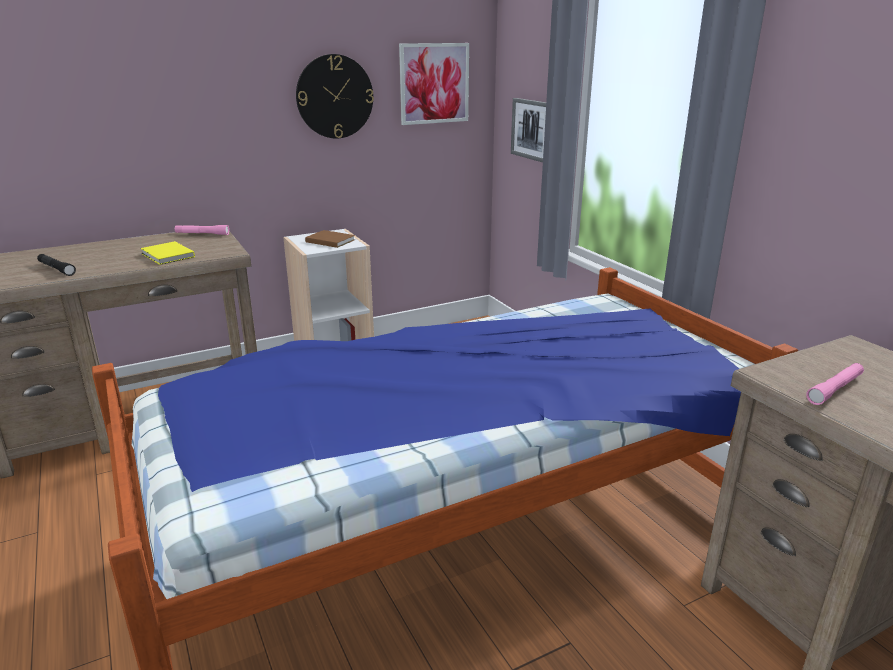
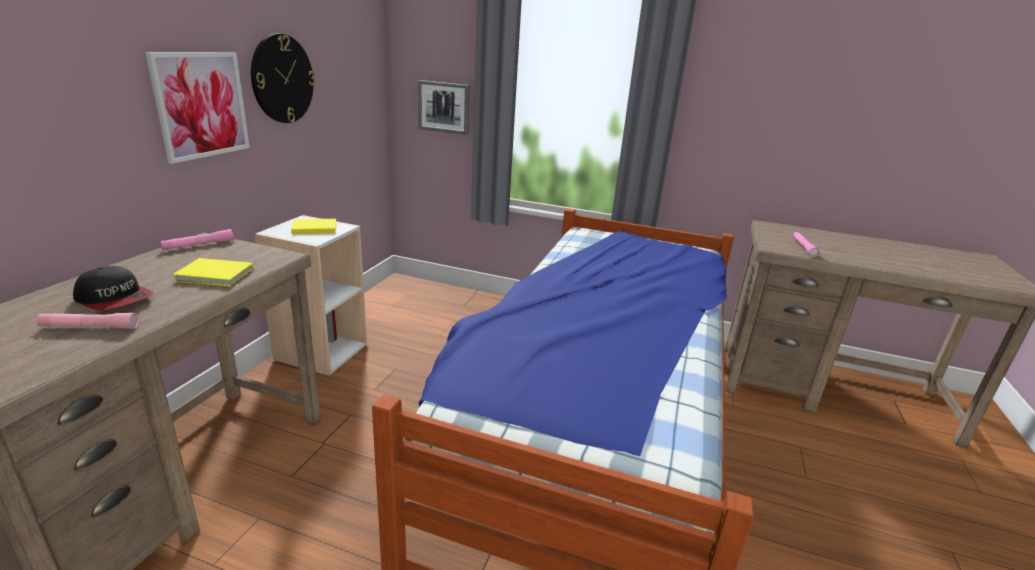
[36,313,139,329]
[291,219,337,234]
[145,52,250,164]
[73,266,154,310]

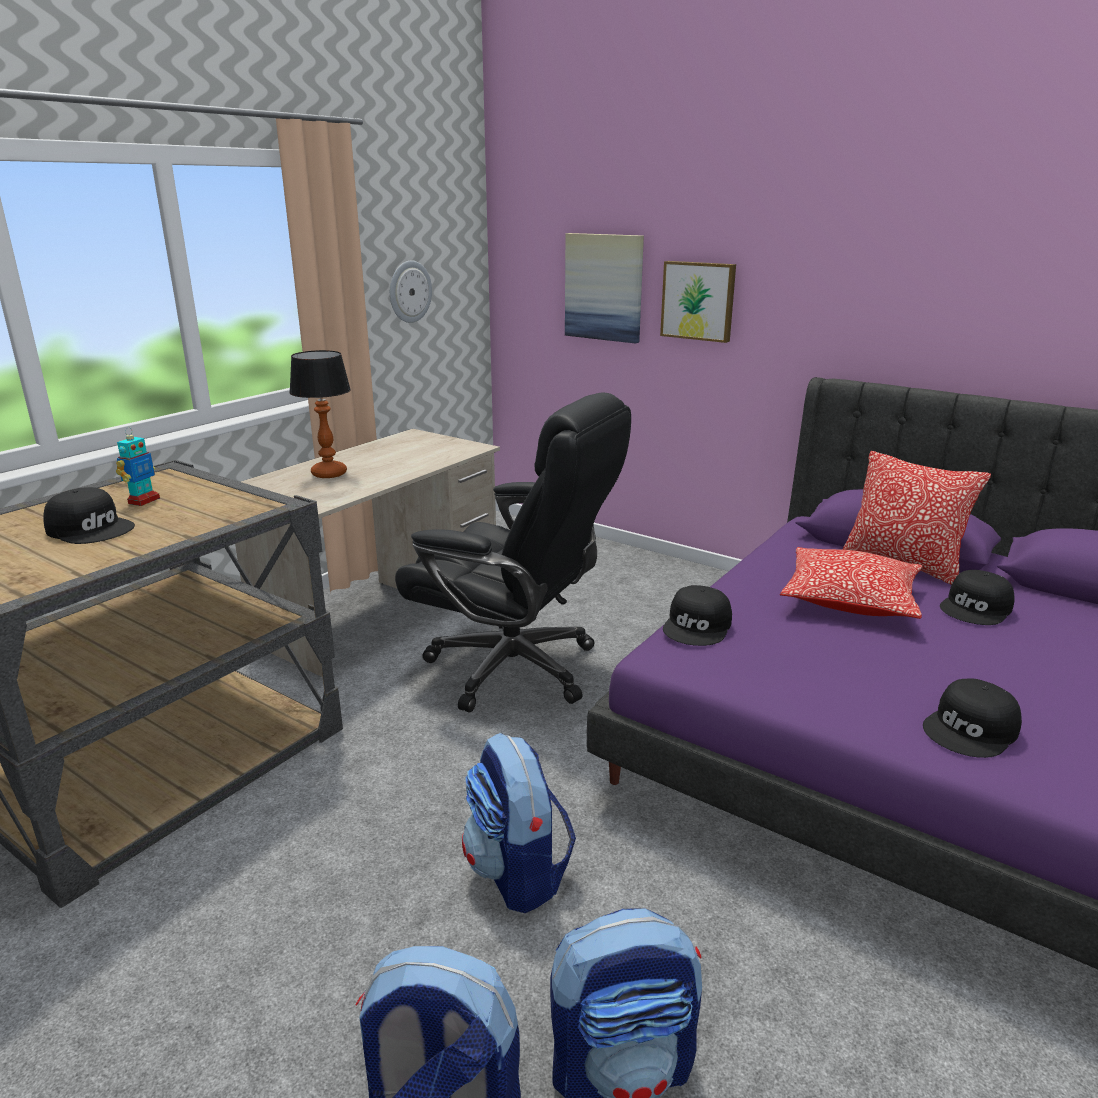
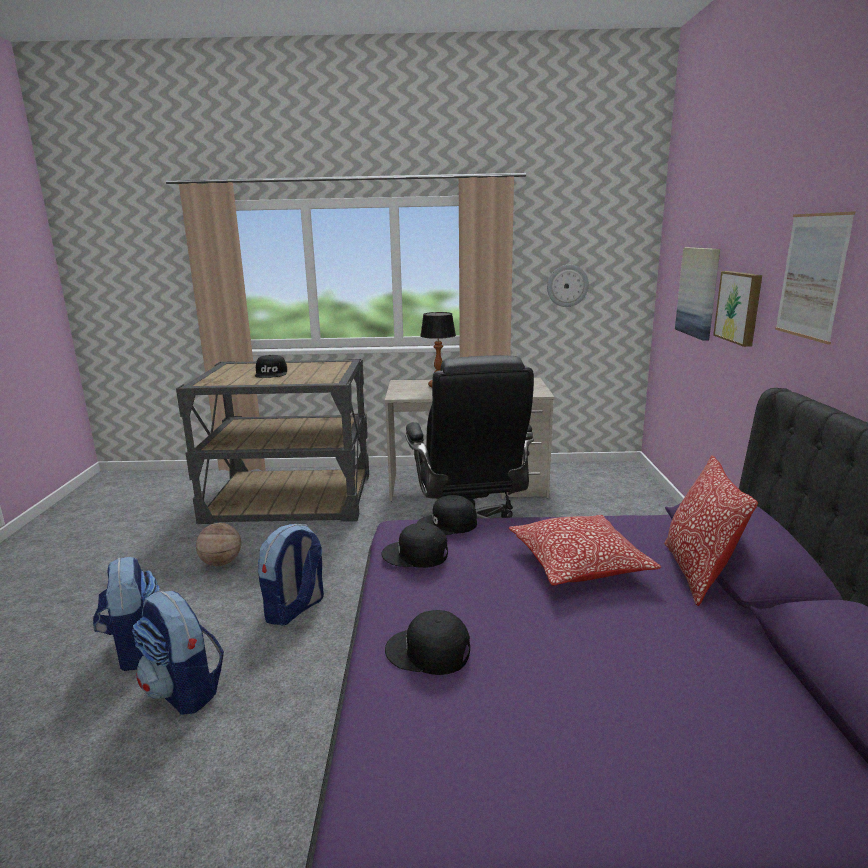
[116,427,160,506] (first image)
[381,523,448,568]
[196,523,241,566]
[775,211,856,345]

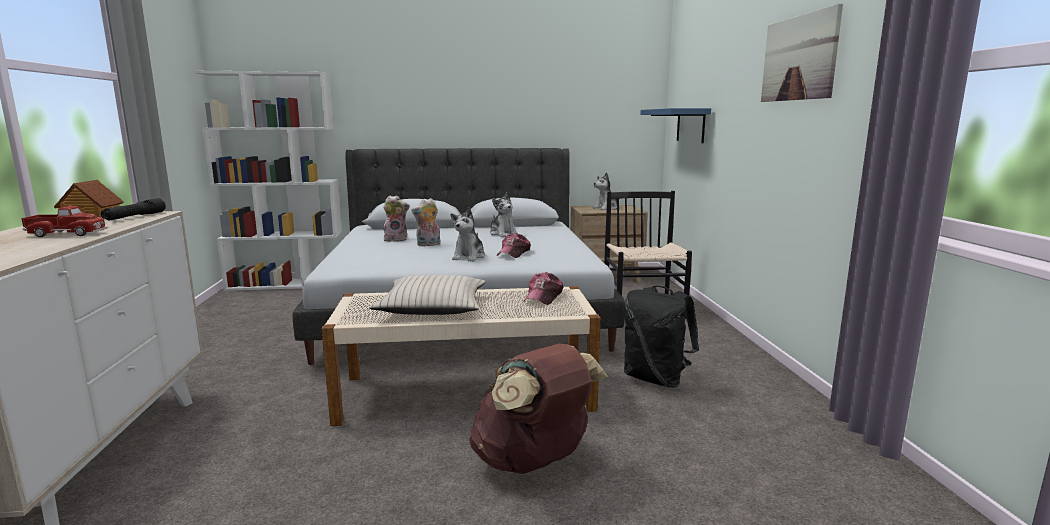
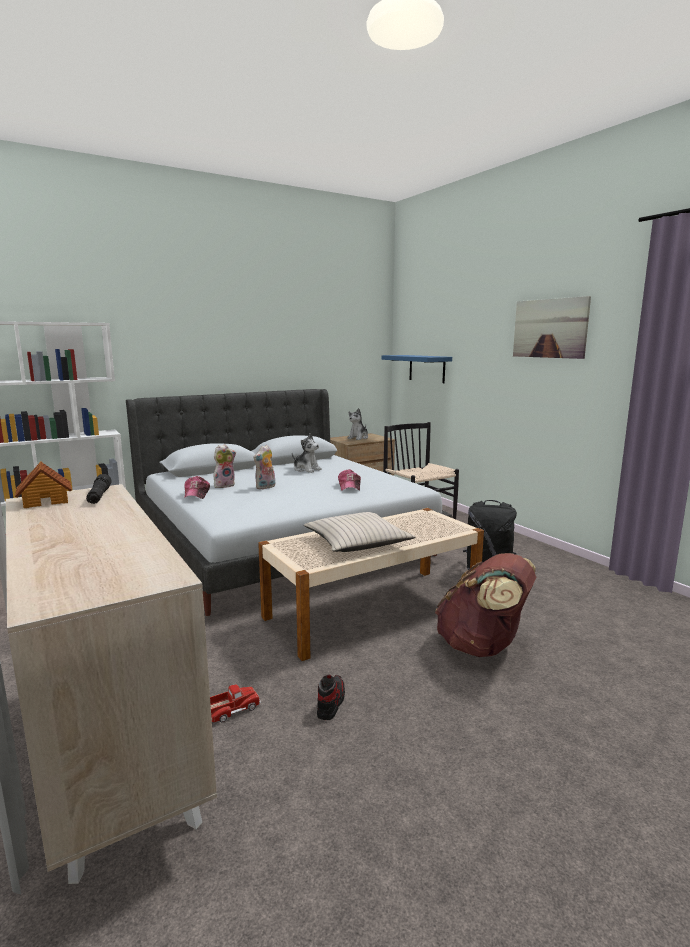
[210,684,261,722]
[451,208,485,261] (first image)
[184,476,210,499]
[317,675,345,720]

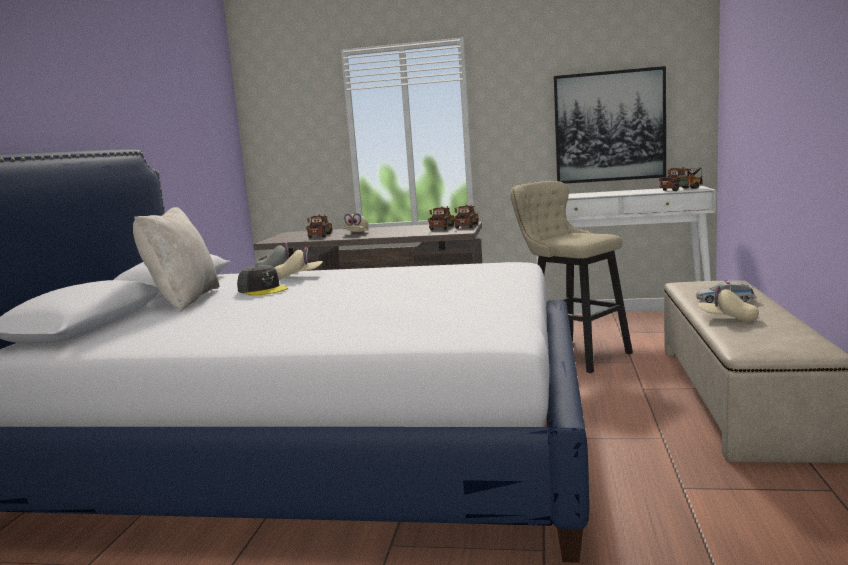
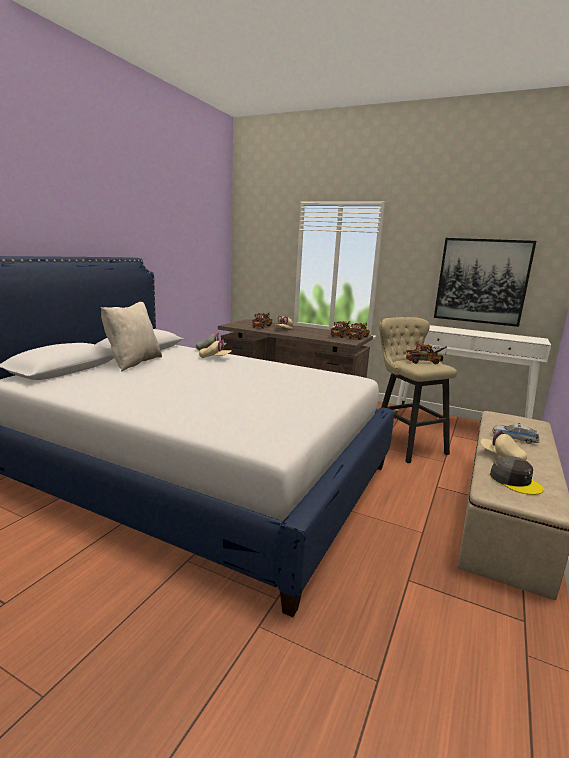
[490,456,544,495]
[406,344,447,364]

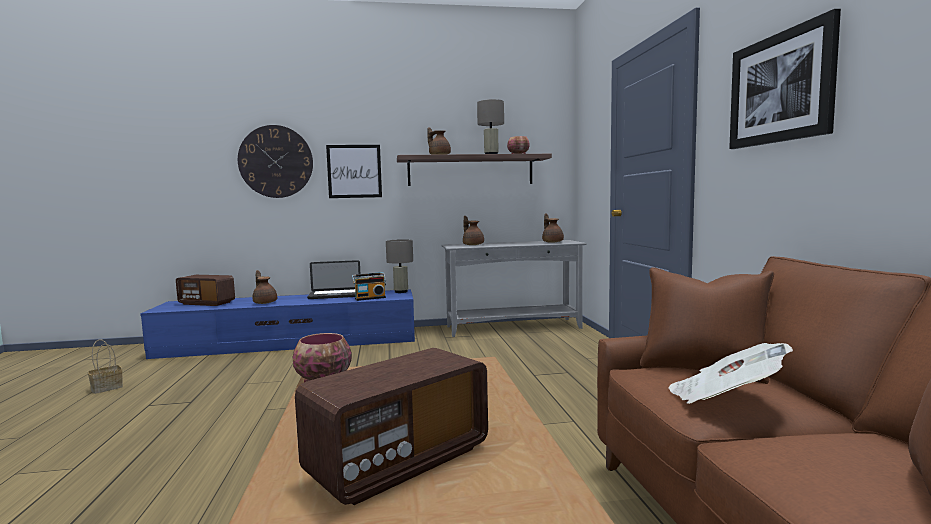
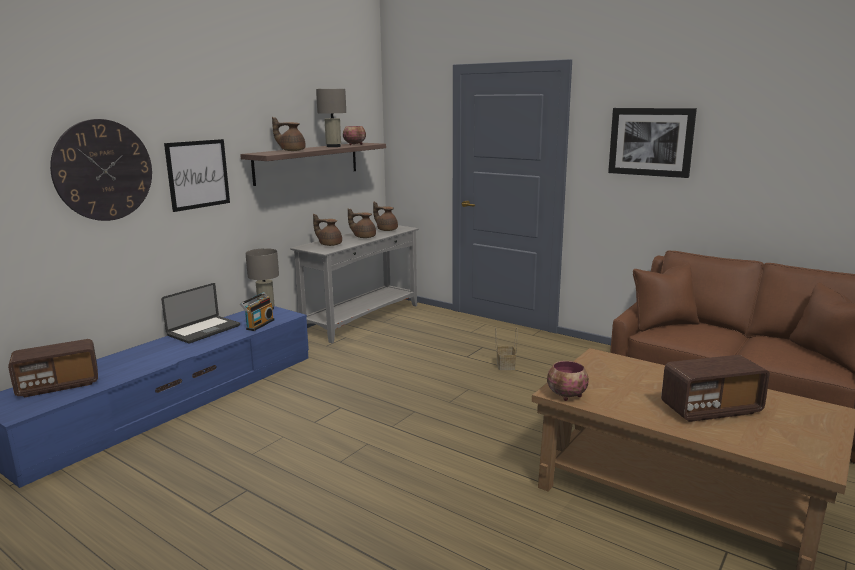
[495,327,517,370]
[348,208,376,238]
[661,355,770,422]
[668,343,793,404] (first image)

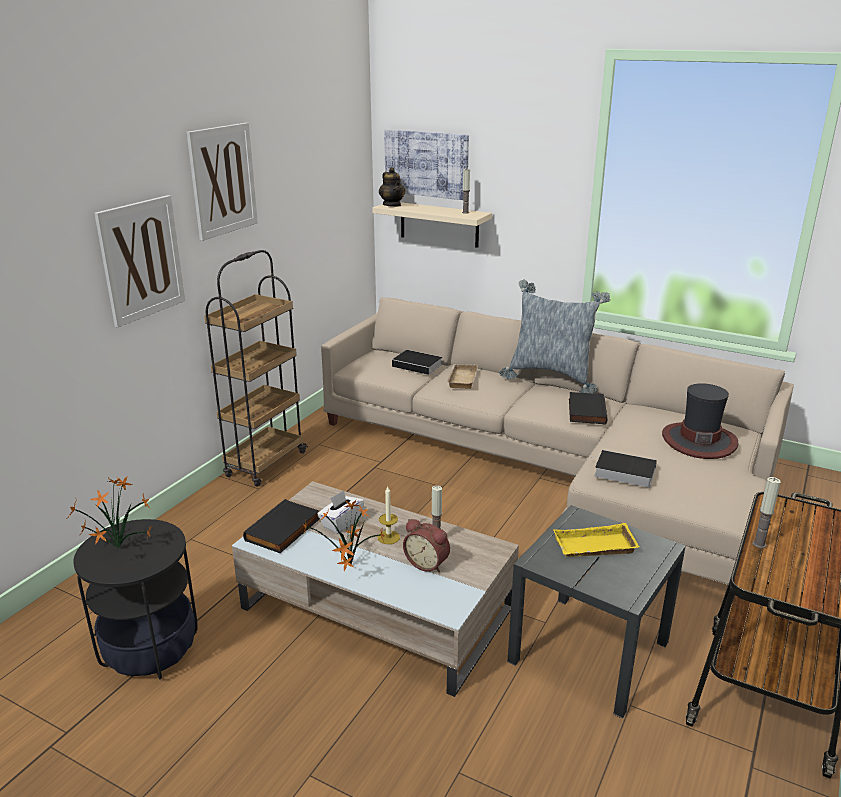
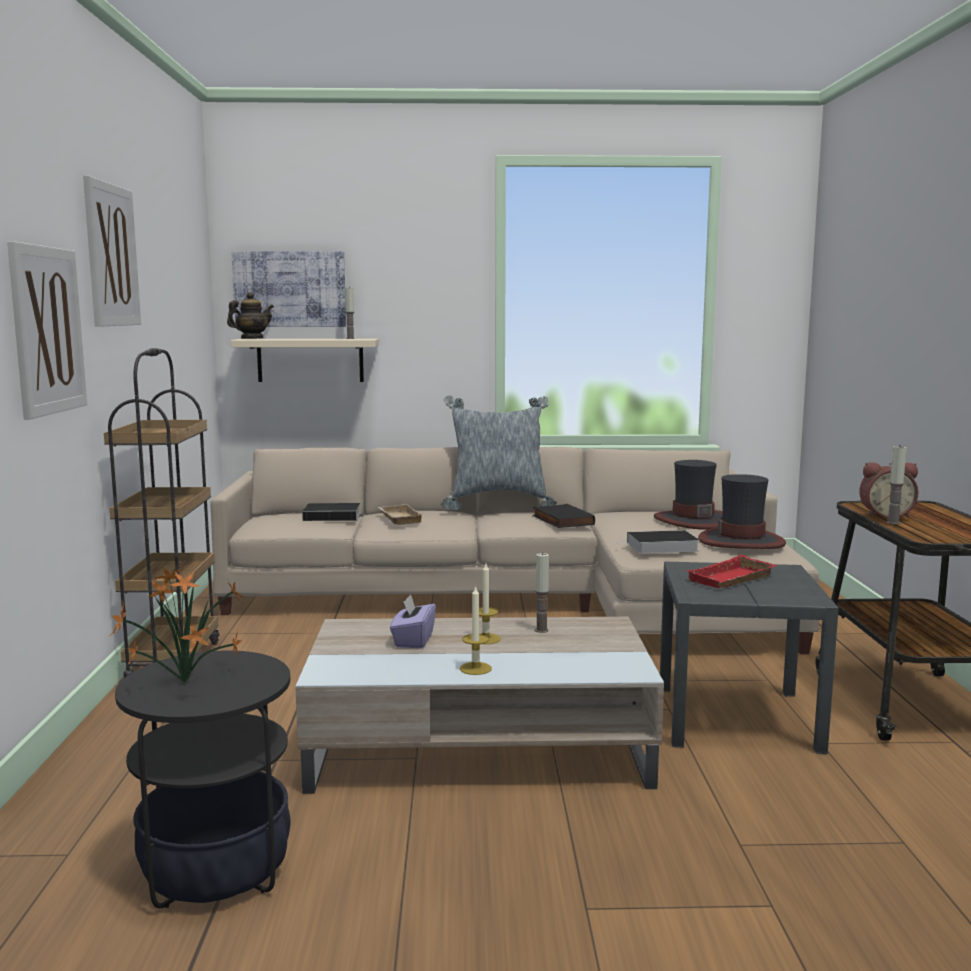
[243,499,320,553] (first image)
[460,585,492,675]
[390,594,436,648]
[227,292,274,339]
[859,462,919,519]
[685,555,776,588]
[698,474,786,549]

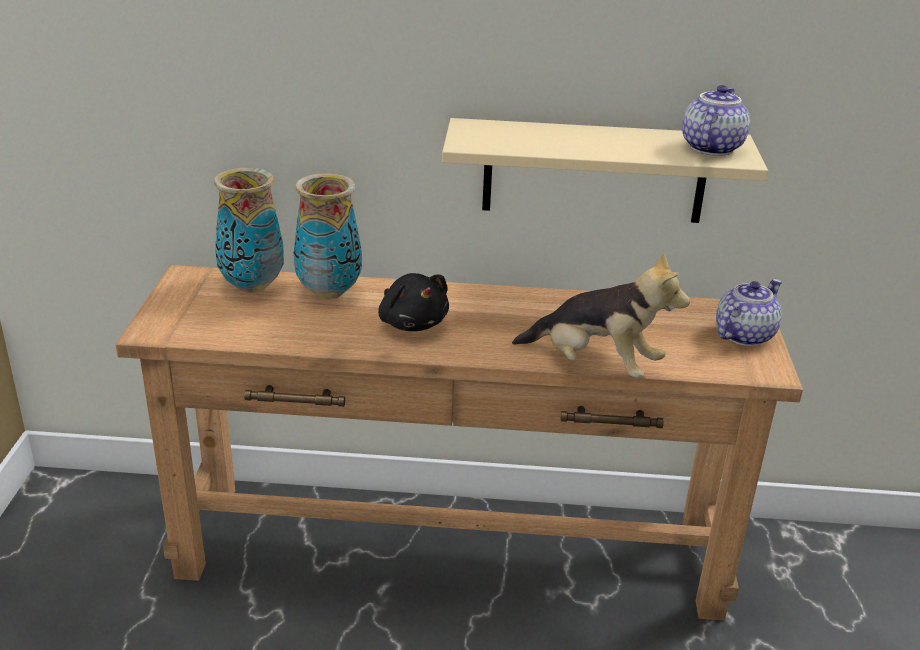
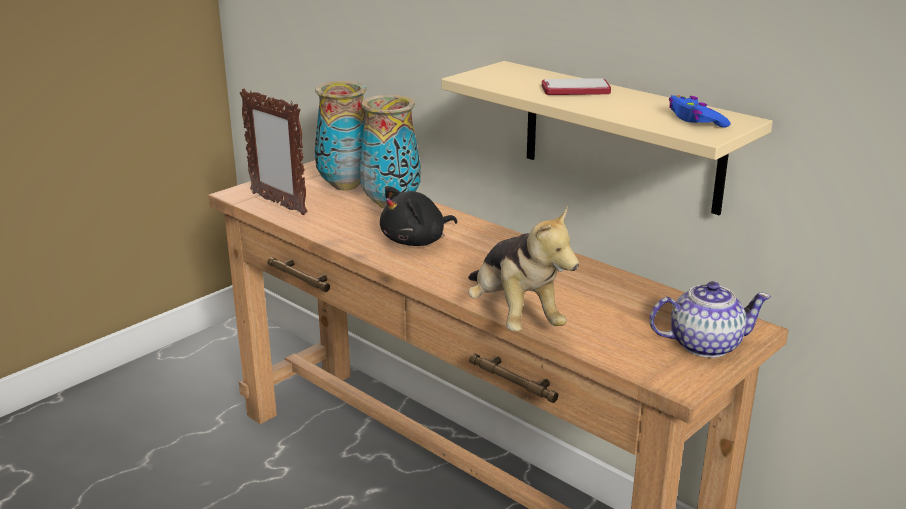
[380,186,457,246]
[669,95,731,128]
[240,89,307,215]
[542,78,611,95]

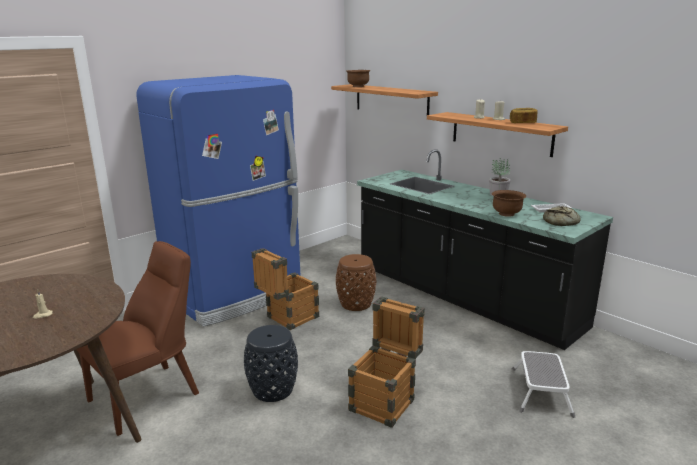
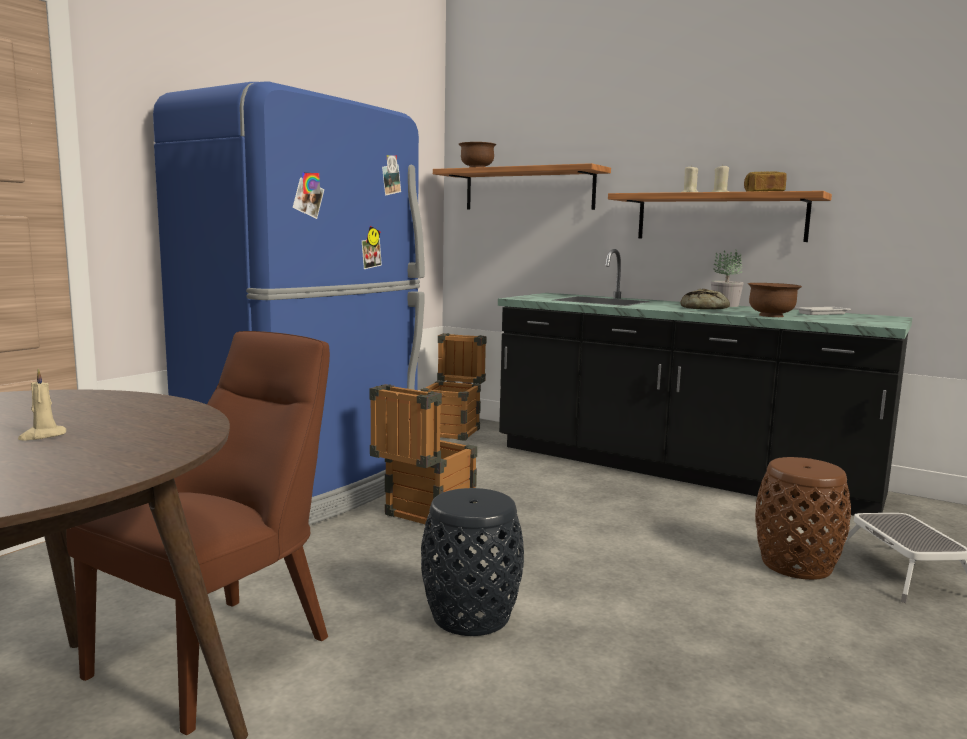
[755,457,851,580]
[420,333,487,441]
[680,288,730,310]

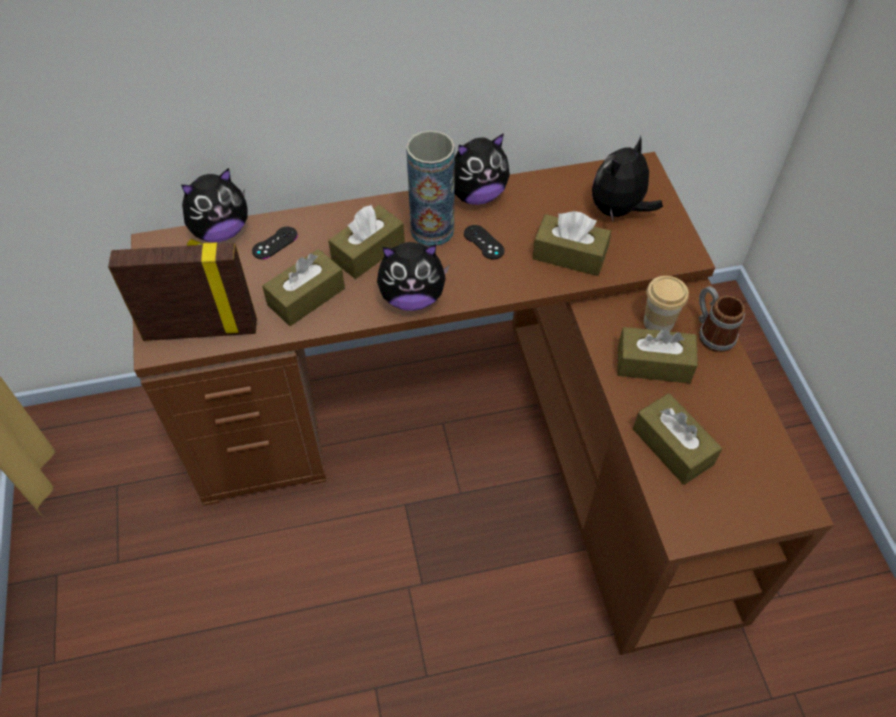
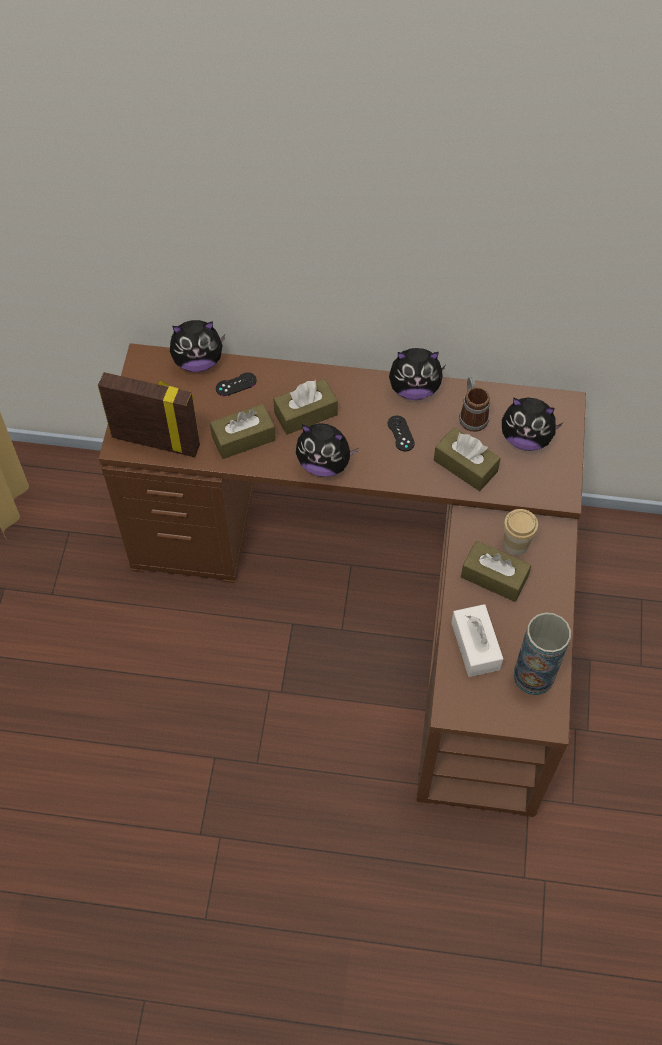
[514,612,571,695]
[502,398,563,451]
[451,604,503,677]
[459,377,490,432]

